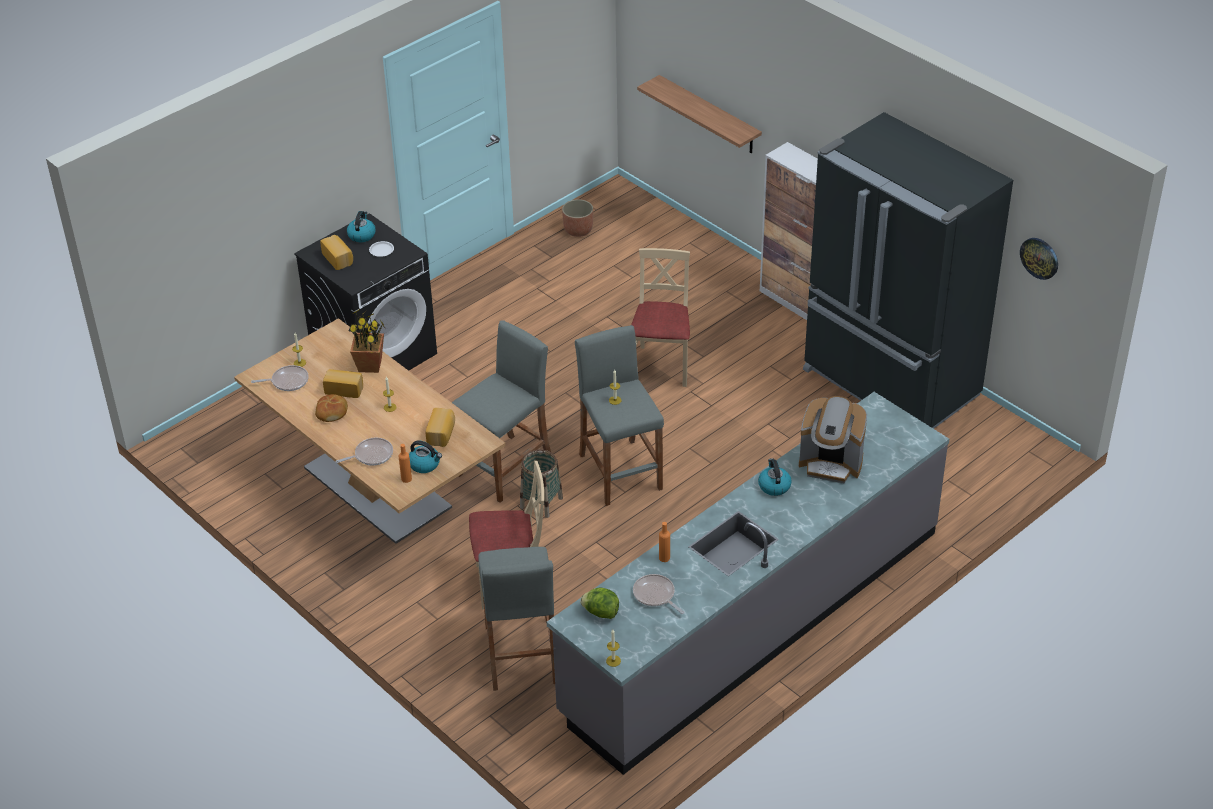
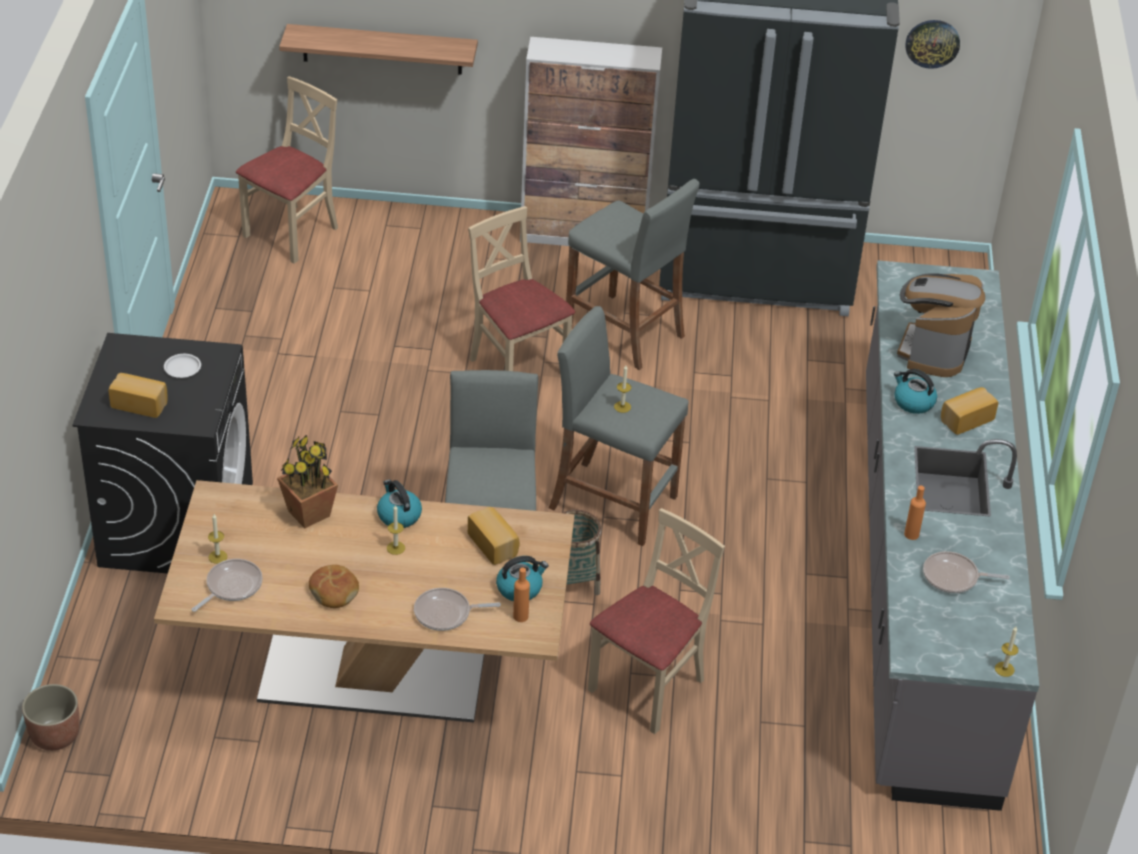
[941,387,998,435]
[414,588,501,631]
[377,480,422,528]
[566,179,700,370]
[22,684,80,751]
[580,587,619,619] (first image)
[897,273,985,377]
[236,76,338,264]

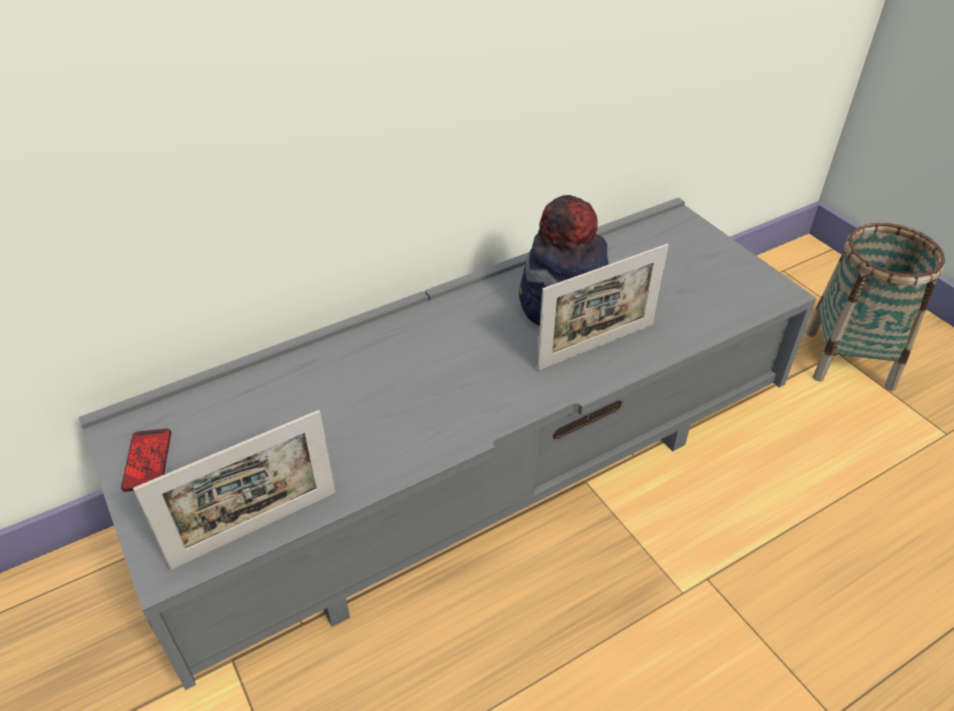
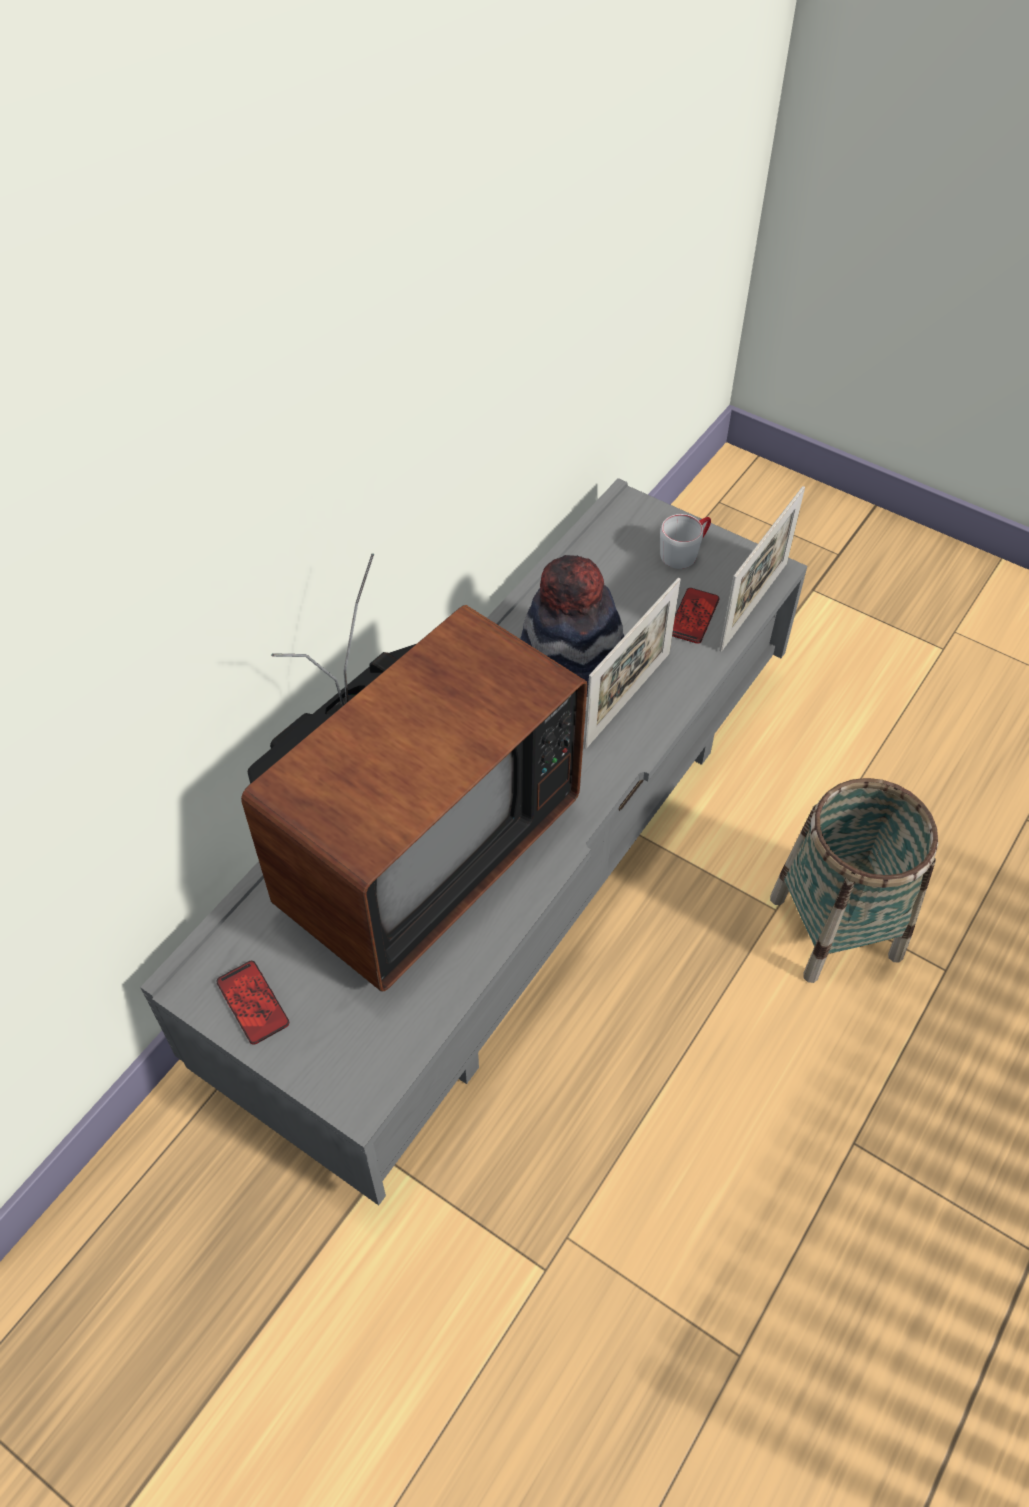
[719,486,805,652]
[770,778,938,983]
[241,553,587,991]
[660,514,711,569]
[672,588,720,644]

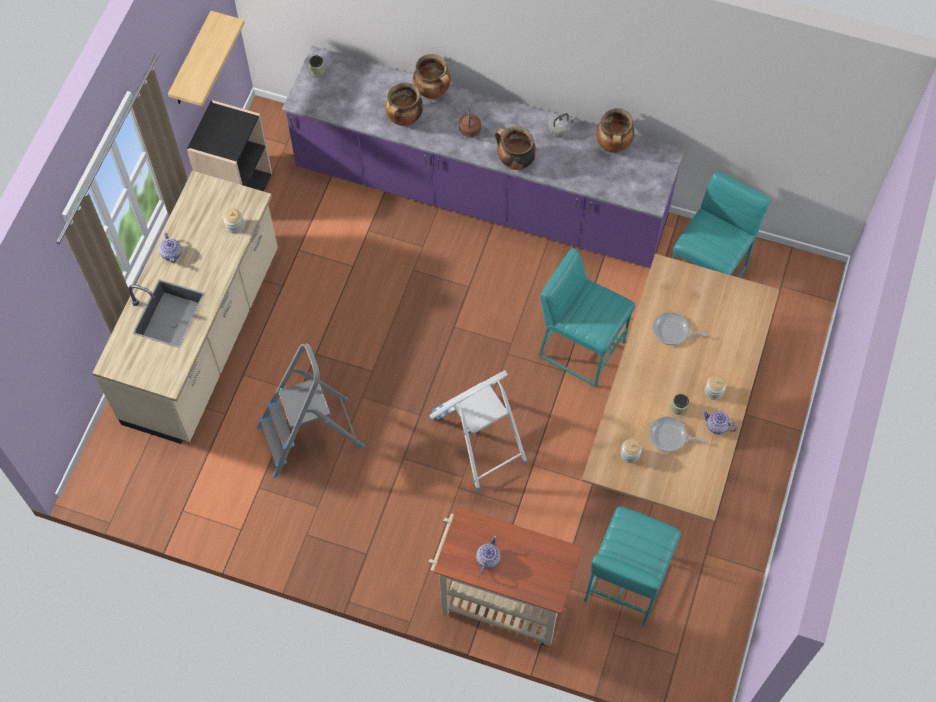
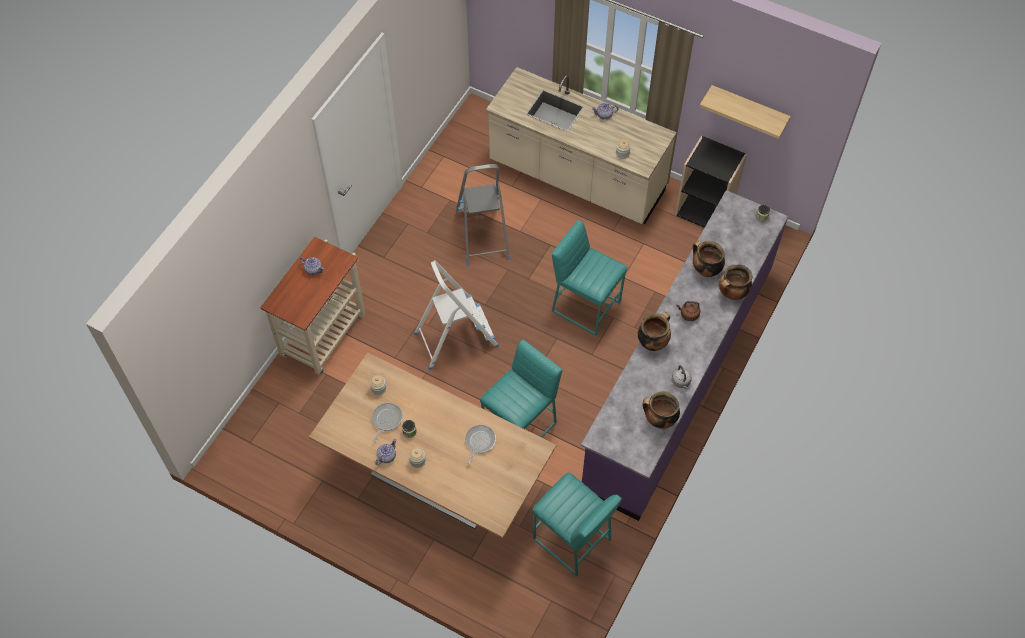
[552,220,627,336]

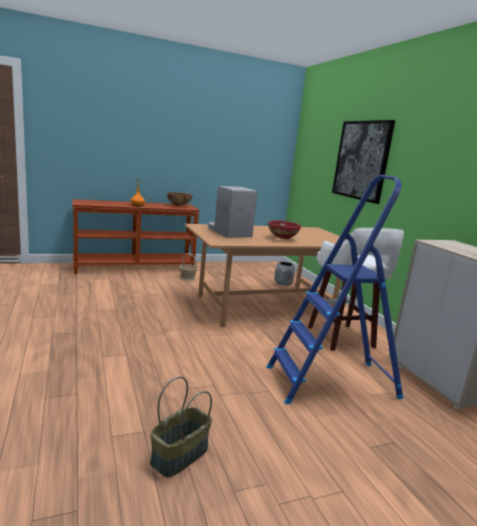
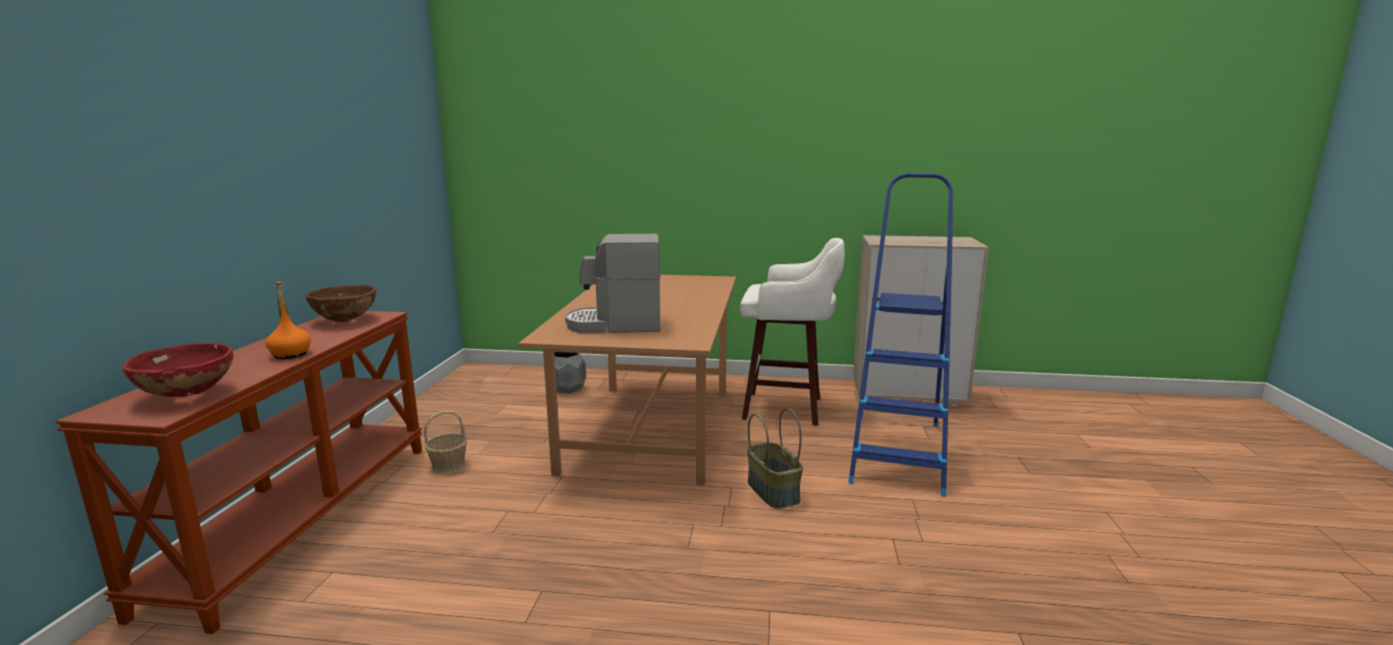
[747,408,803,509]
[122,343,233,397]
[332,120,395,204] (first image)

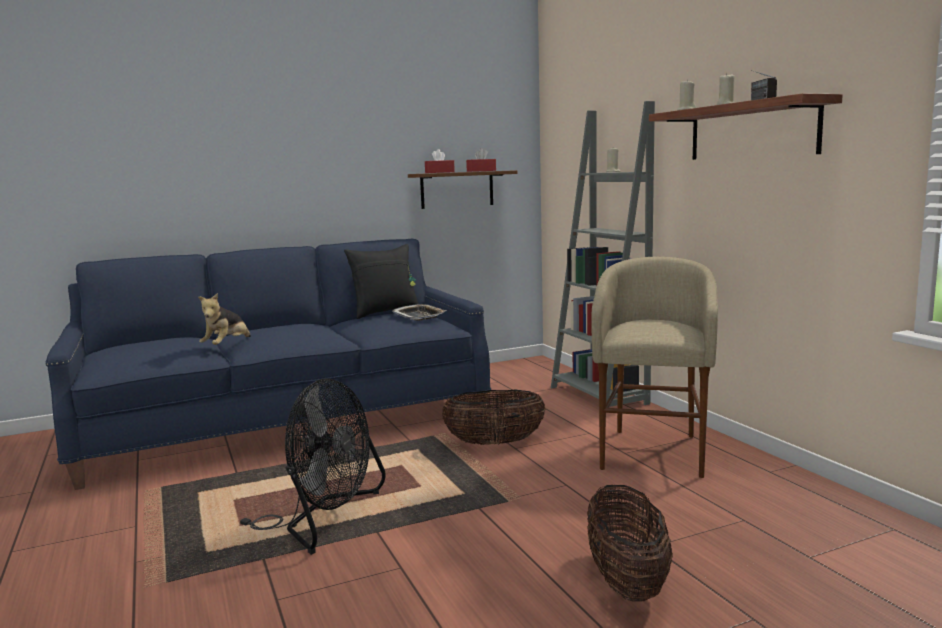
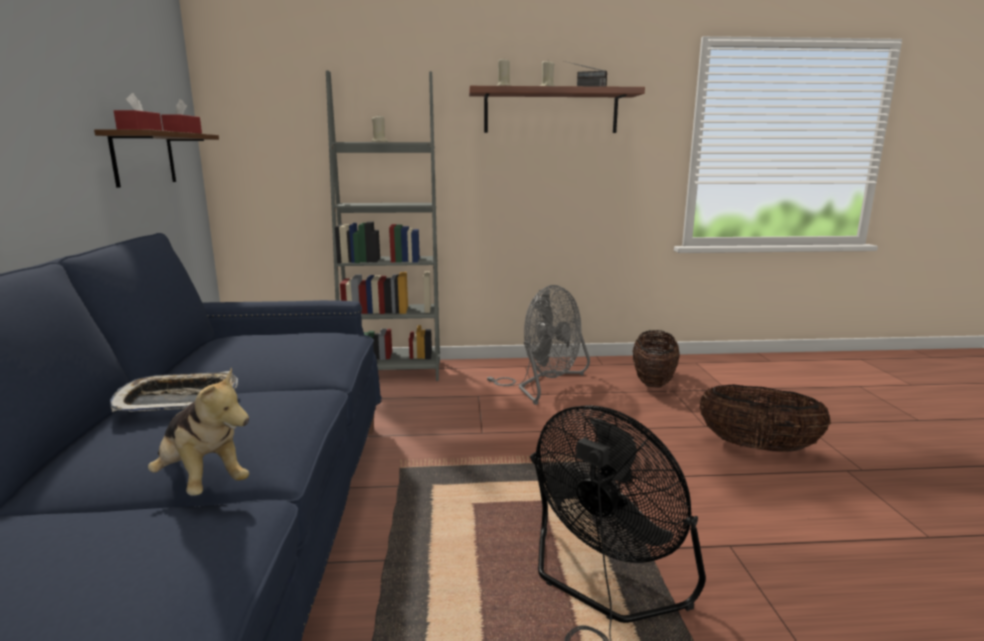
[344,244,419,319] (first image)
[110,371,238,412]
[633,330,680,388]
[487,285,590,405]

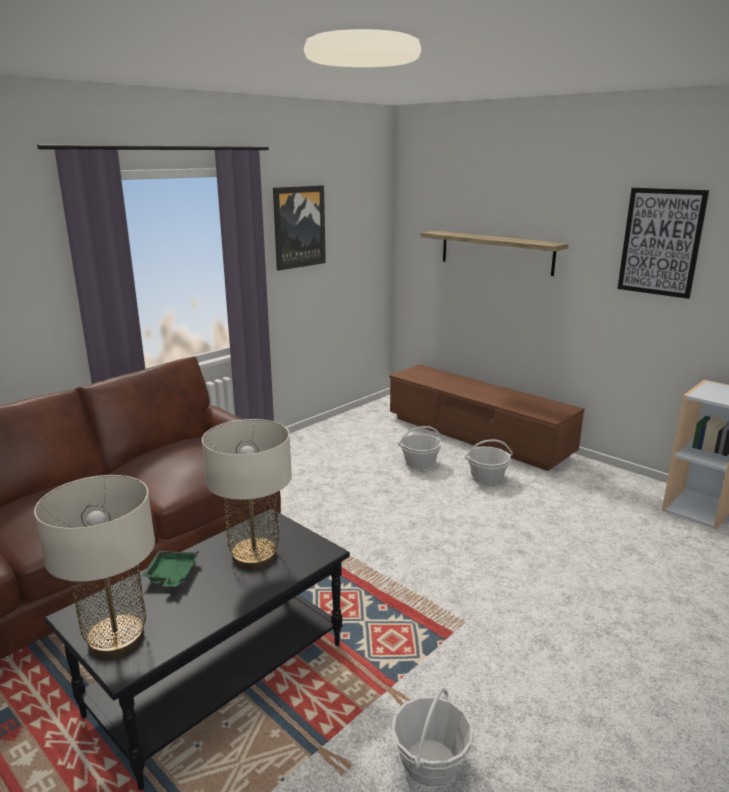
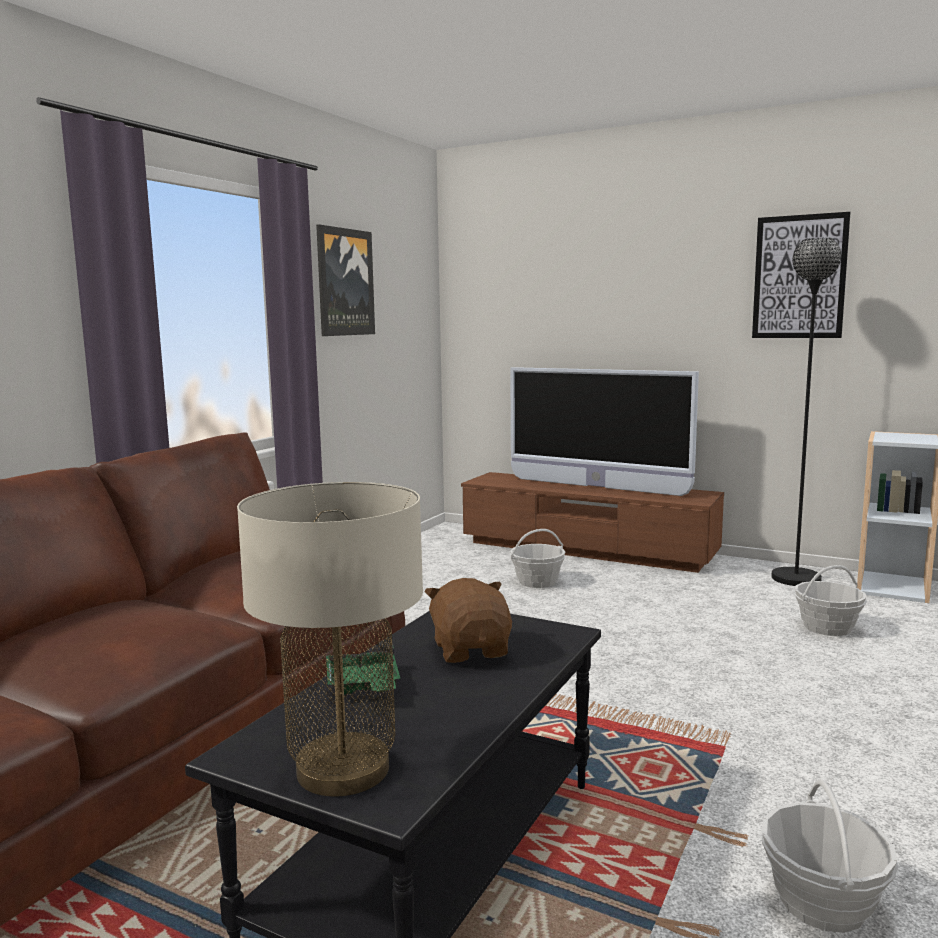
[425,578,512,663]
[421,231,569,276] (first image)
[795,565,867,636]
[510,367,699,496]
[771,238,841,586]

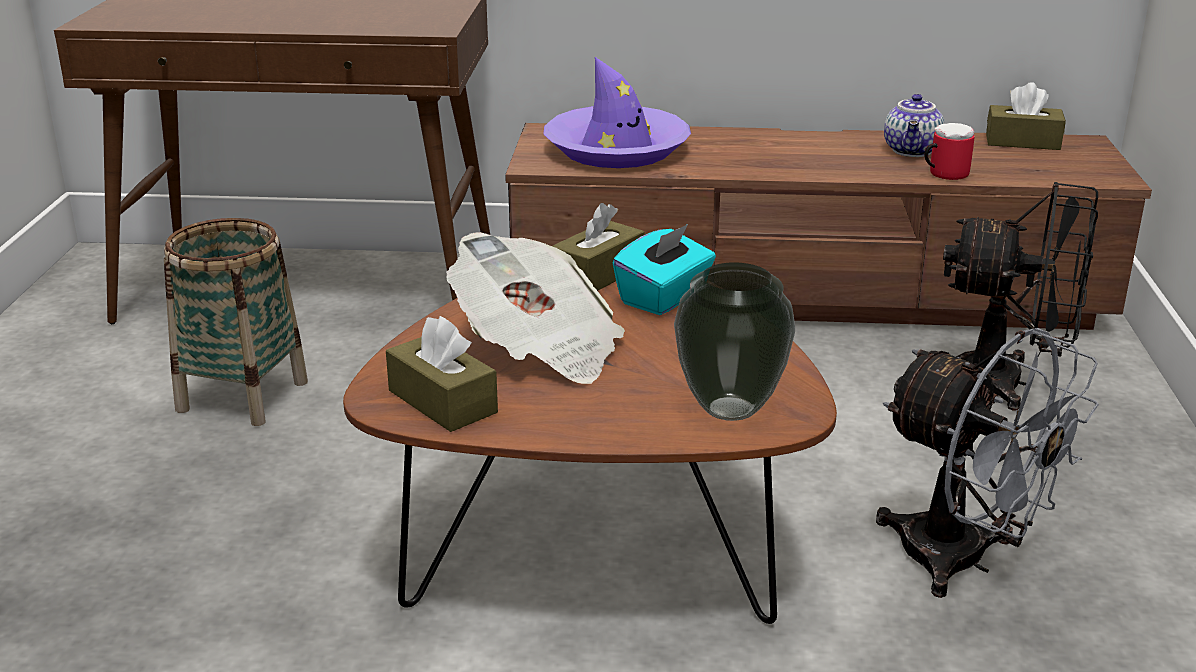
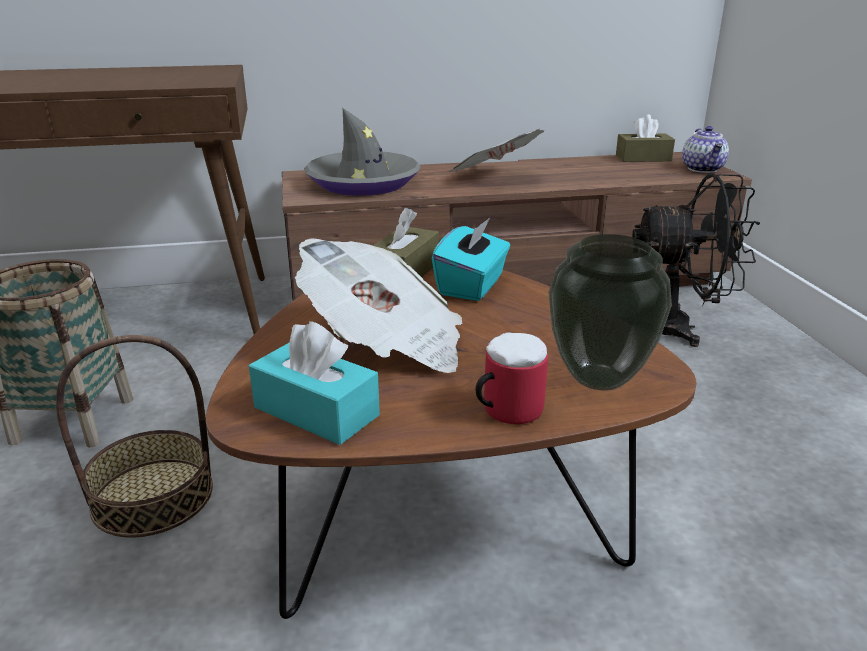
[249,321,380,445]
[304,108,421,196]
[876,328,1099,598] (first image)
[682,126,729,173]
[475,332,548,424]
[56,335,213,538]
[448,129,544,172]

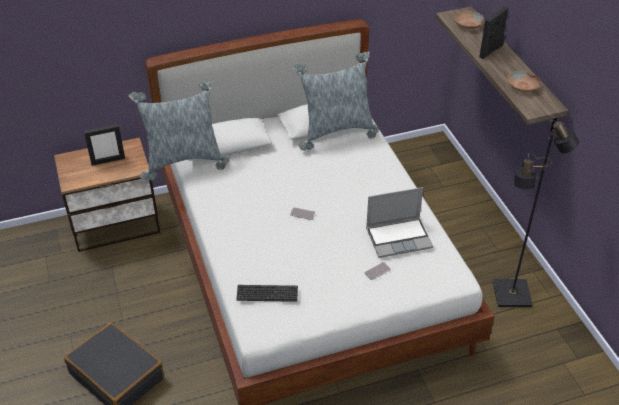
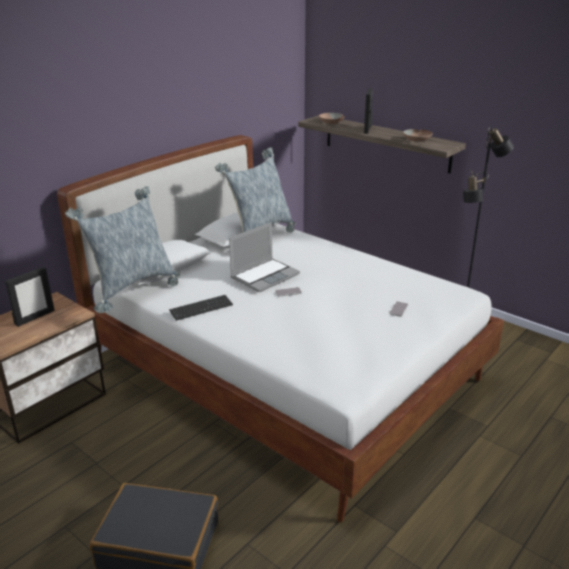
[169,295,233,321]
[229,222,300,292]

